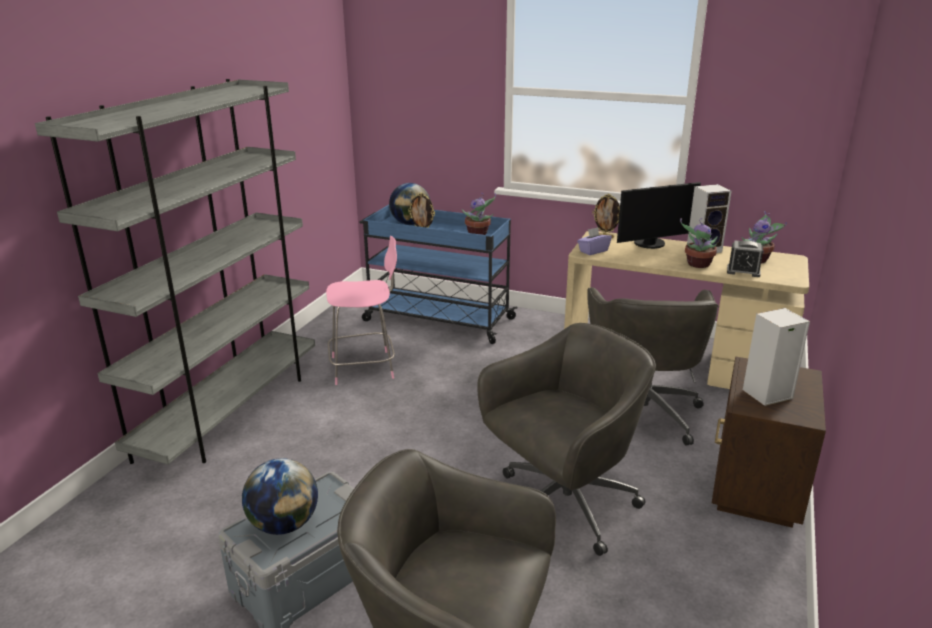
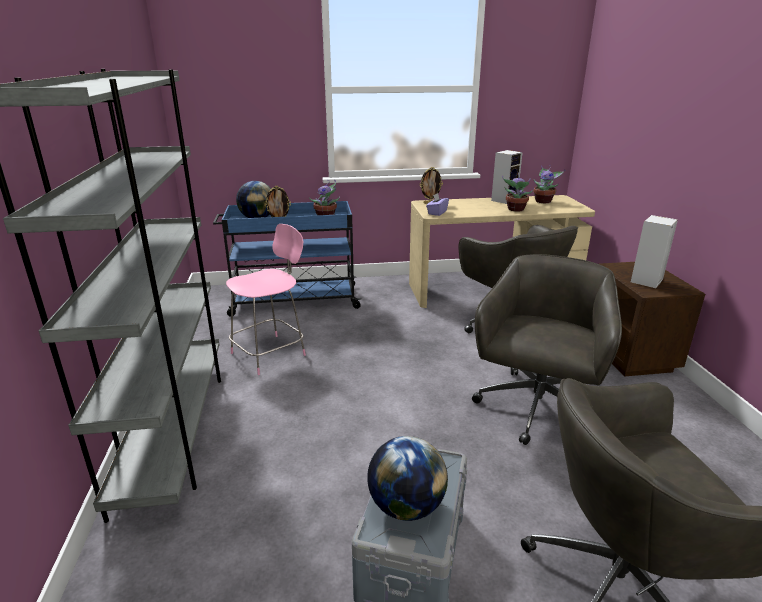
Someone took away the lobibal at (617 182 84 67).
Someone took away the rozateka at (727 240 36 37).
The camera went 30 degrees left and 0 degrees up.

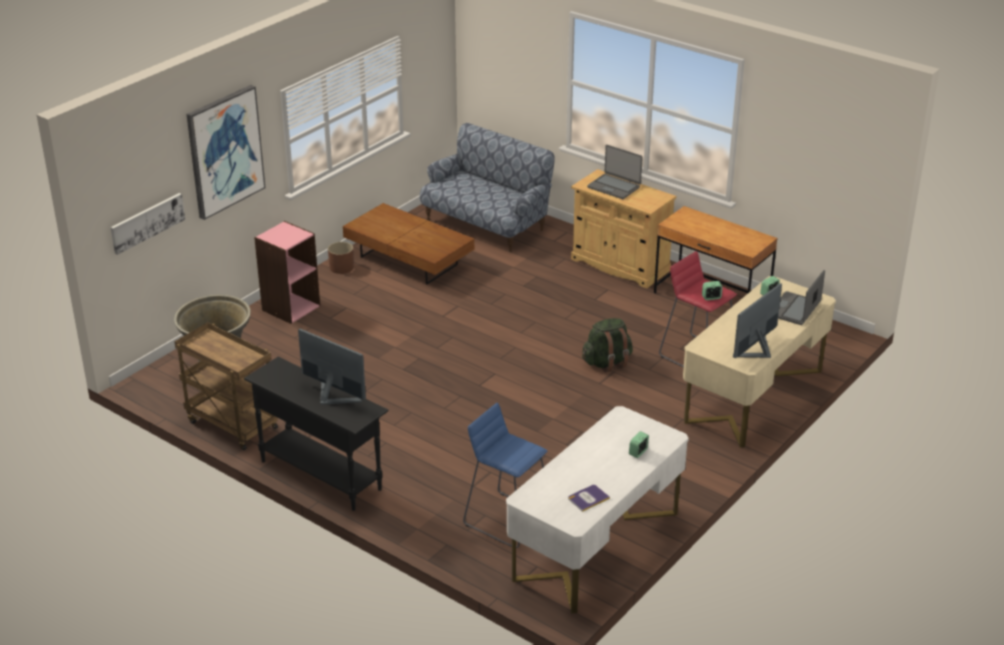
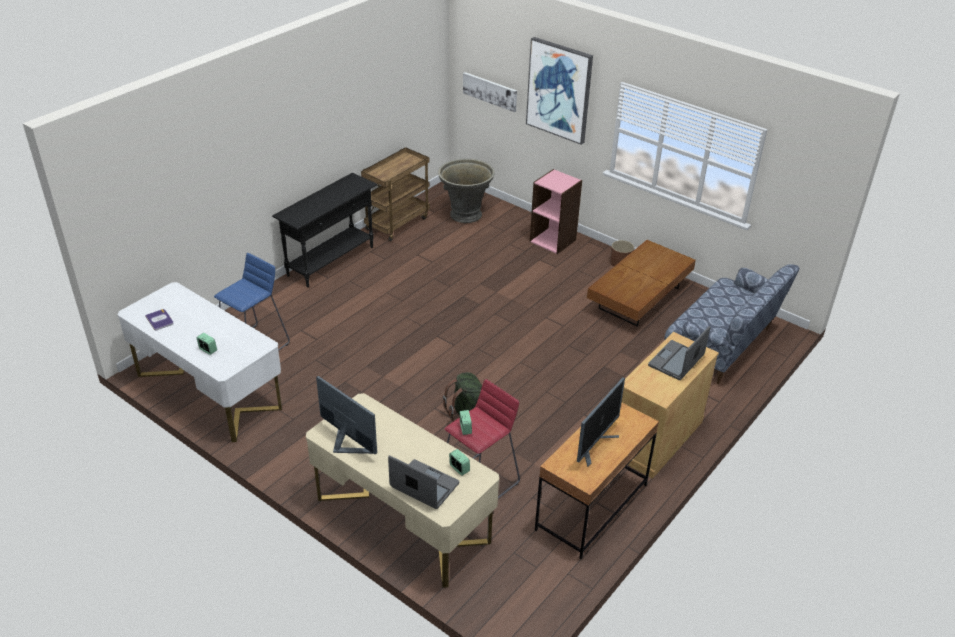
Someone carried the lobibal from (298 329 68 76) to (577 377 48 90).
The camera went 90 degrees right and 5 degrees up.

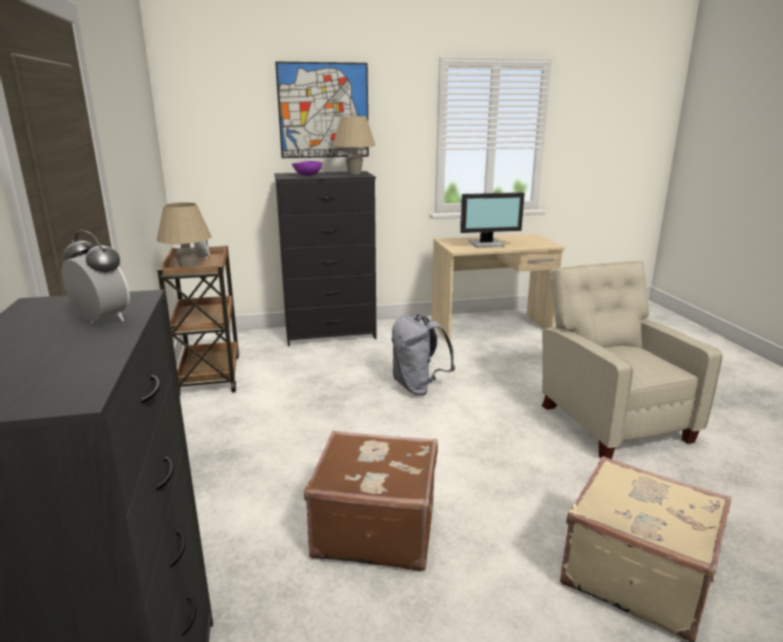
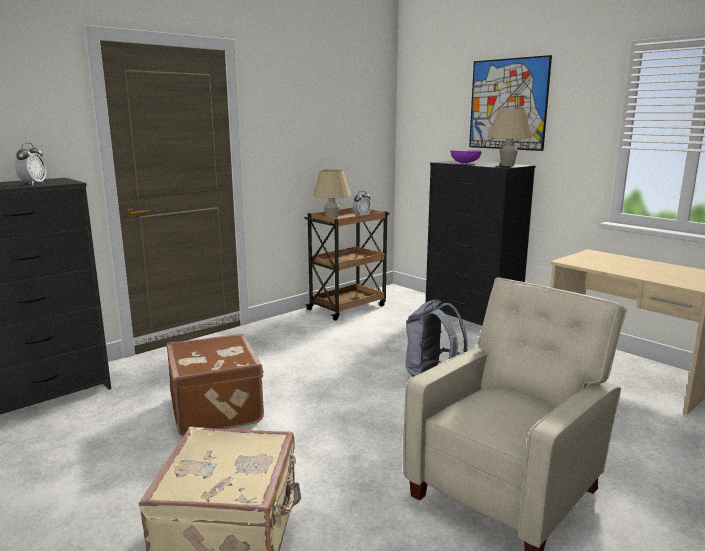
Someone took away the lobibal at (460 192 65 56).
The camera went 60 degrees right and 5 degrees down.

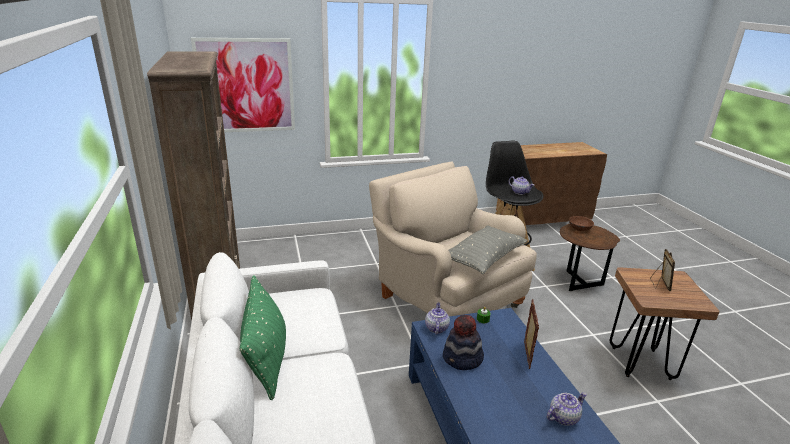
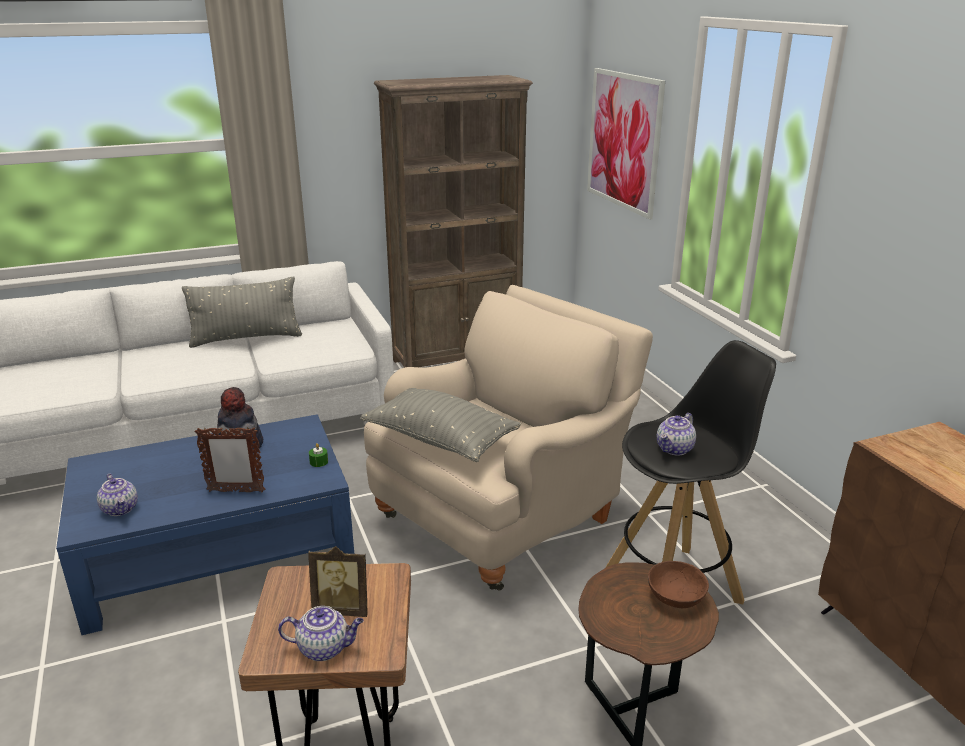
Someone repainted the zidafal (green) at (240 275 46 125), which became the zidafal (grey) at (182 277 120 71).
Someone carried the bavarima from (425 303 25 31) to (278 606 86 55).
The camera went 85 degrees right and 0 degrees up.

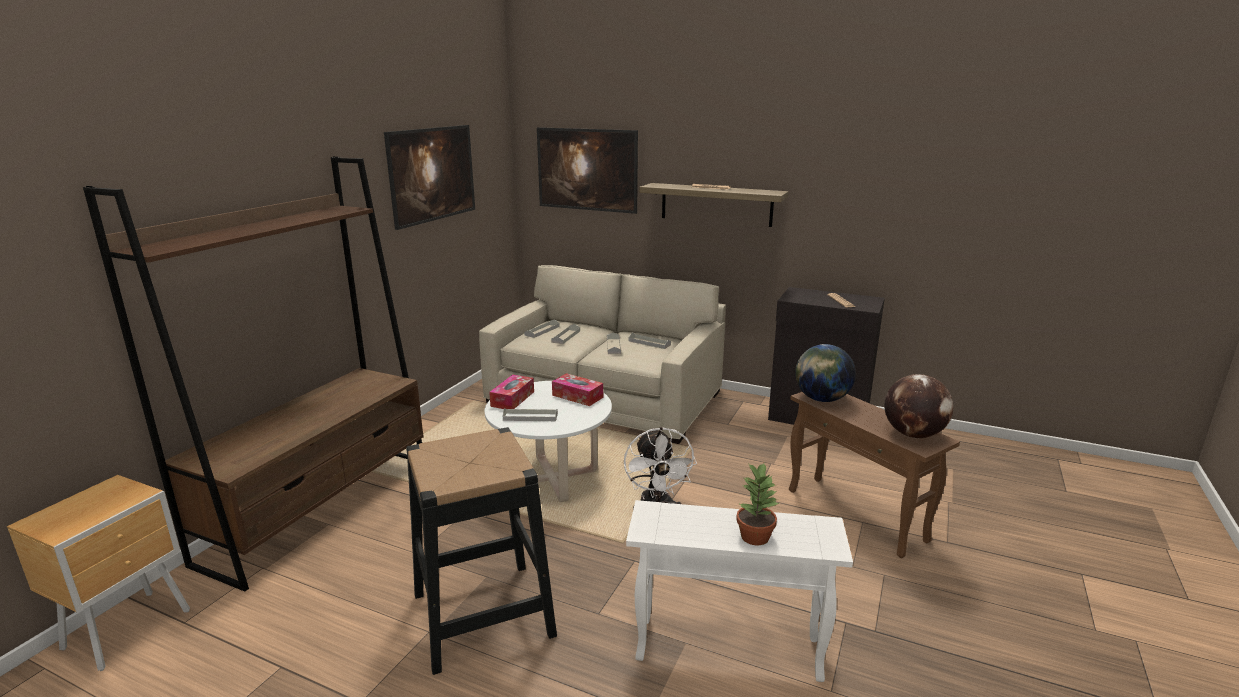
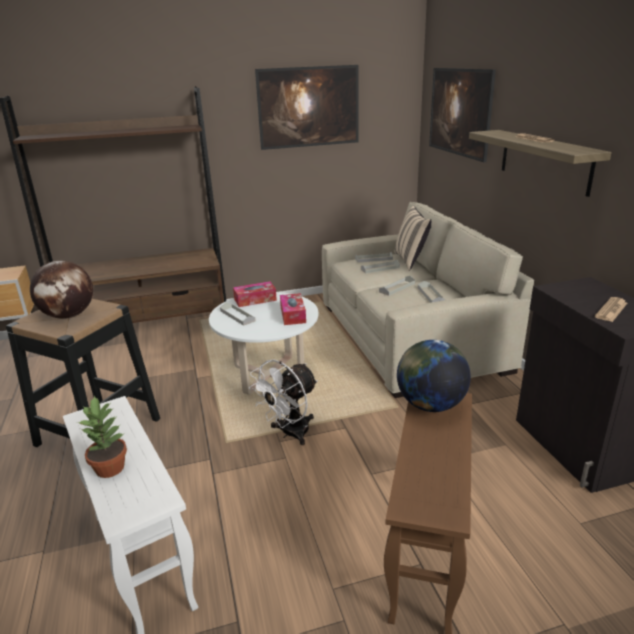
Someone carried the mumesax from (884 374 69 64) to (30 261 63 58).
Someone put down the zidafal (beige) at (394 206 37 65).
The camera went 50 degrees right and 5 degrees up.

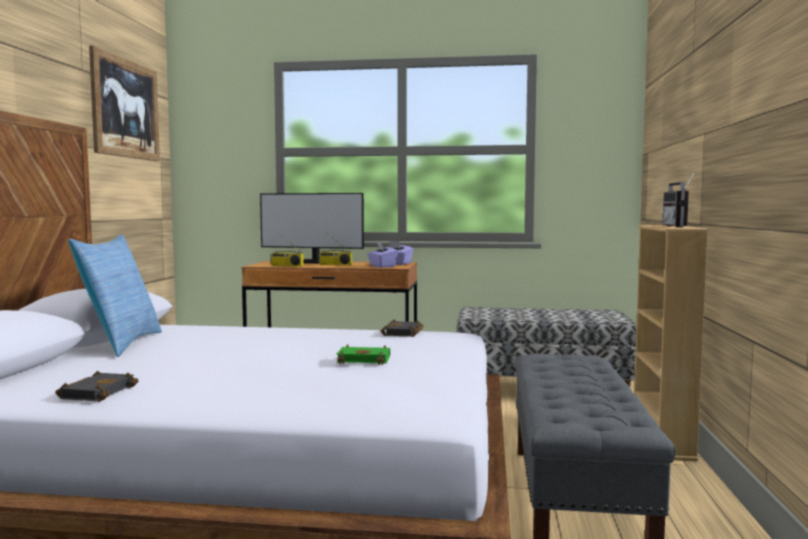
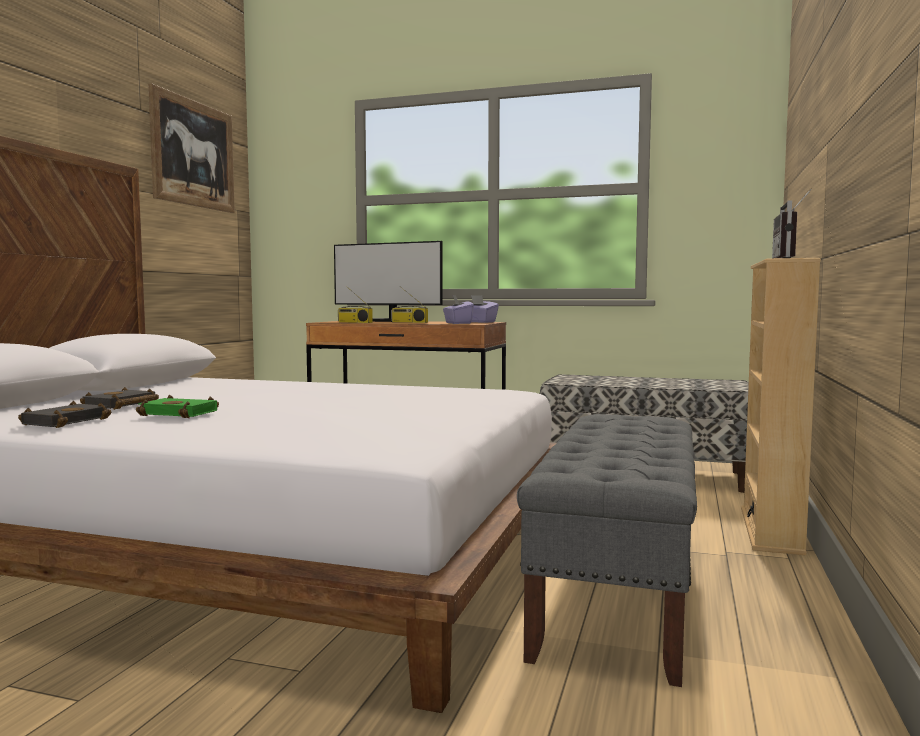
Someone took away the zidafal at (68 235 94 122).
Someone carried the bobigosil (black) from (380 320 43 17) to (80 387 79 23).
Someone carried the bobigosil (green) from (336 344 54 21) to (136 395 83 23).
The camera went 10 degrees right and 0 degrees up.

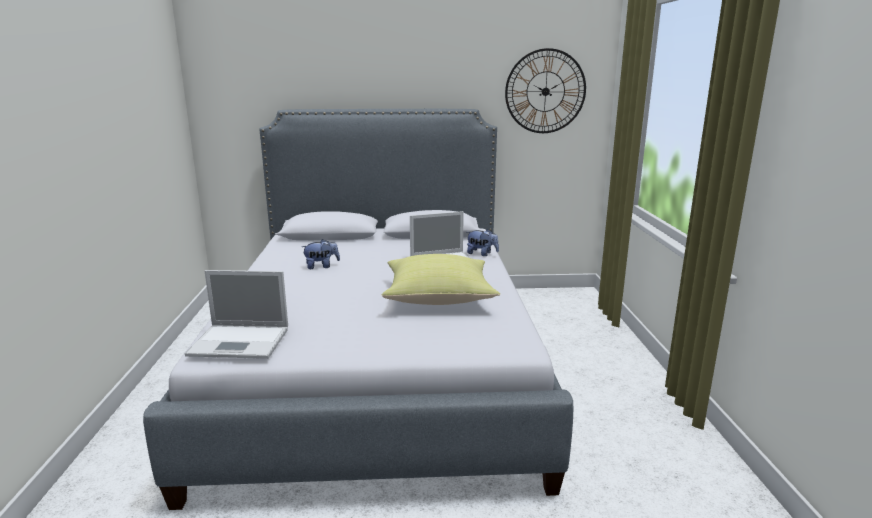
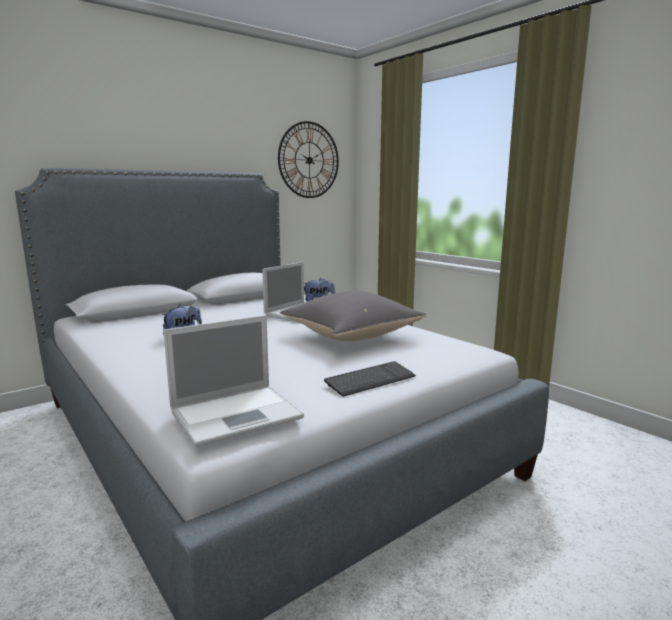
Someone repainted the zidafal (yellow) at (382 254 118 51), which became the zidafal (grey) at (280 291 147 50).
Someone put down the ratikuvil at (324 361 92 36).
The camera went 35 degrees left and 5 degrees down.

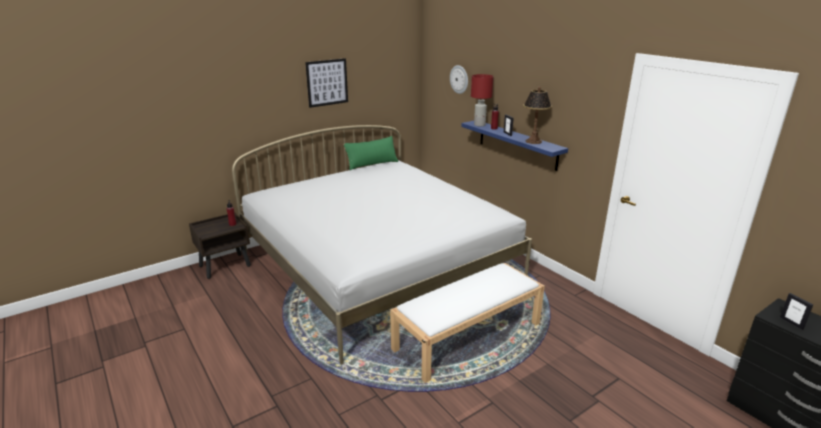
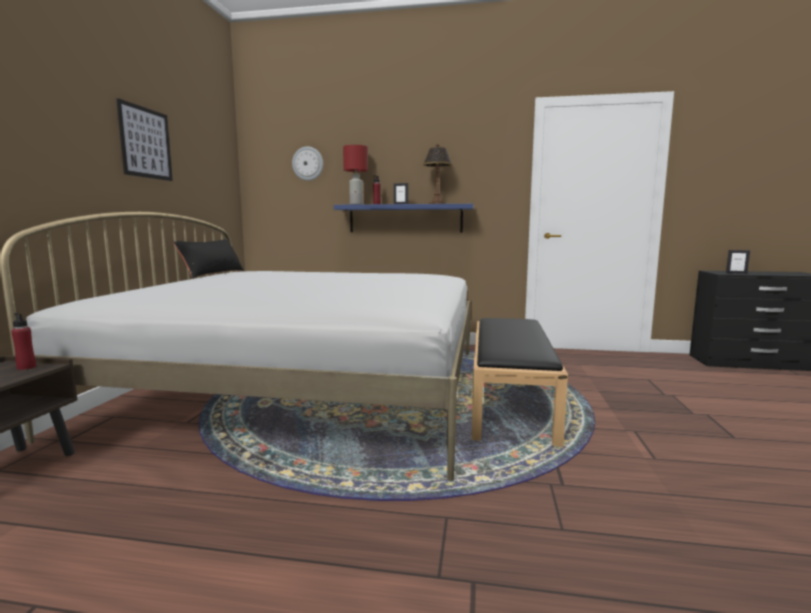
Someone repainted the zidafal (green) at (343 136 55 34), which became the zidafal (black) at (173 238 71 40).
Someone repainted the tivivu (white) at (390 263 155 120), which became the tivivu (black) at (471 318 97 129).
The camera went 45 degrees left and 15 degrees down.

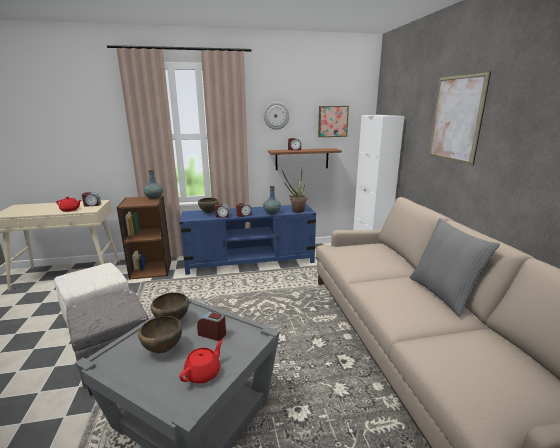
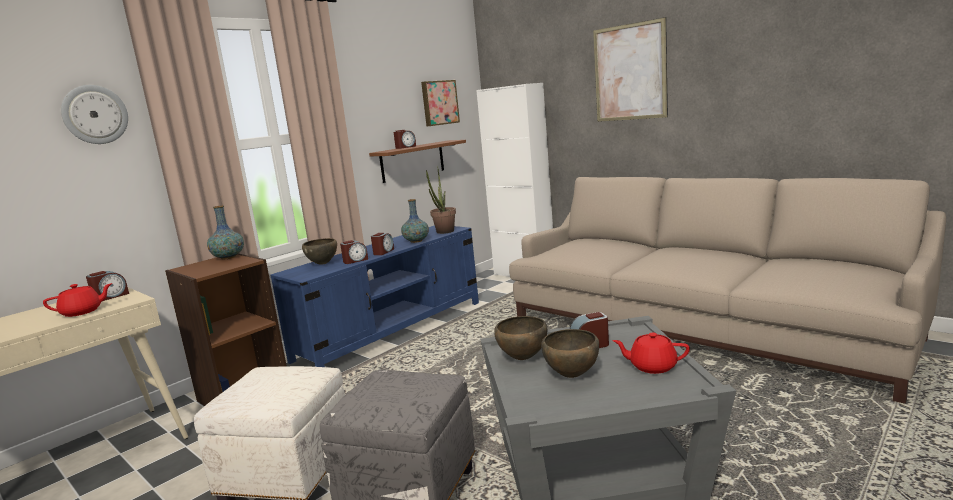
Someone carried the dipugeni from (264 102 25 28) to (61 85 67 59).
Someone took away the zidafal (grey) at (410 218 90 99).
Someone rotated the bavarima (red) at (179 340 44 44) by 75 degrees counterclockwise.
The camera went 35 degrees left and 5 degrees down.

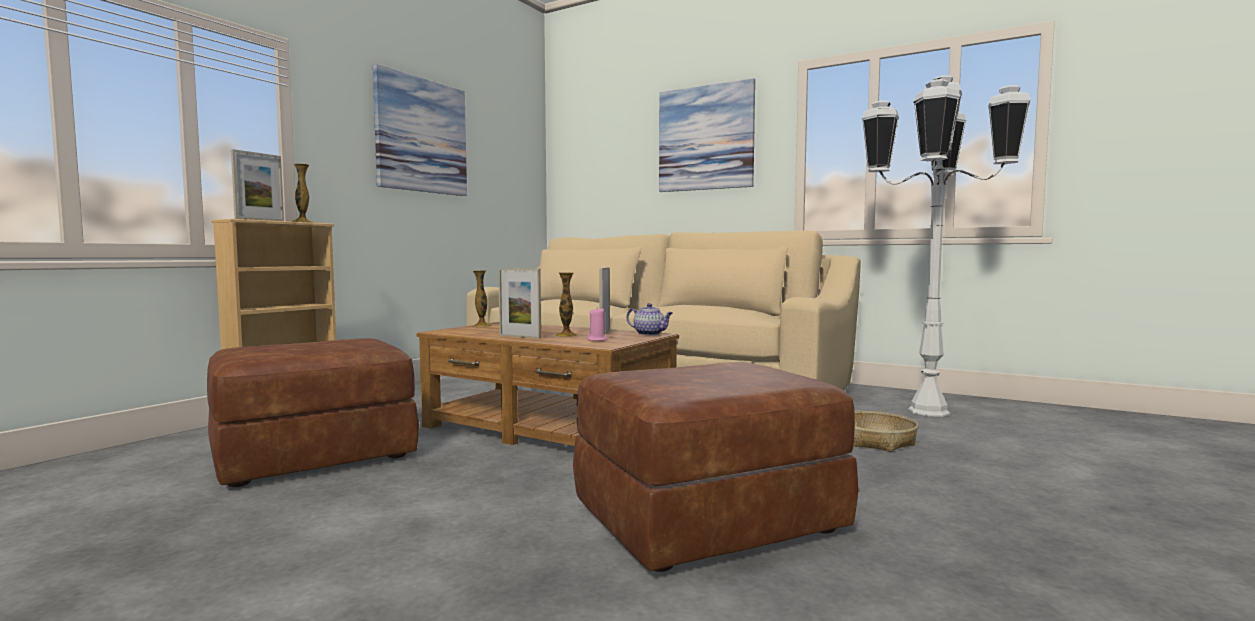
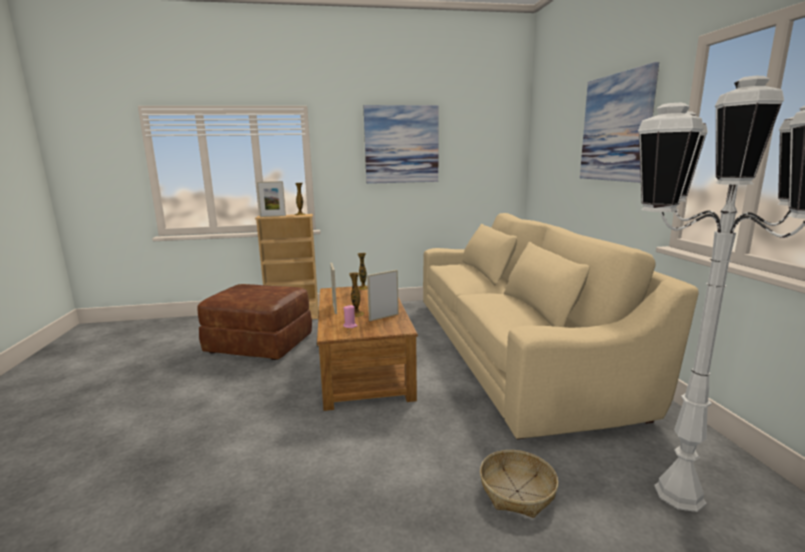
Someone took away the bavarima at (626 303 47 32).
Someone took away the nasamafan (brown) at (573 362 285 210).
The camera went 50 degrees right and 10 degrees up.

